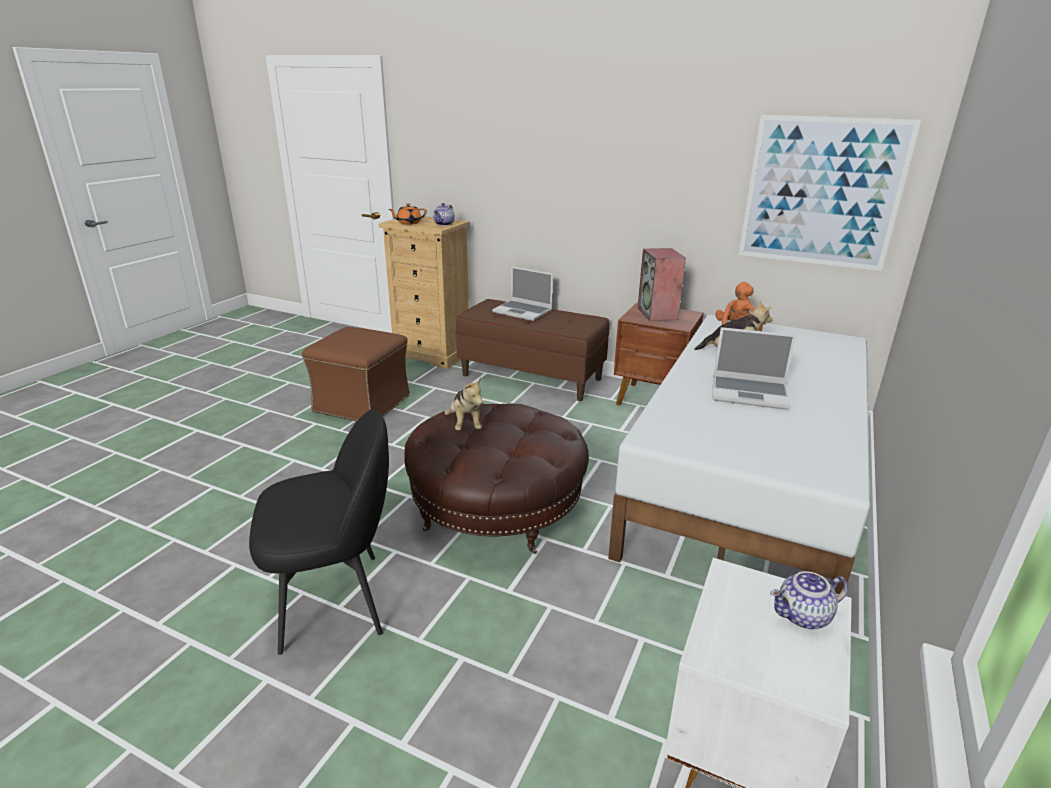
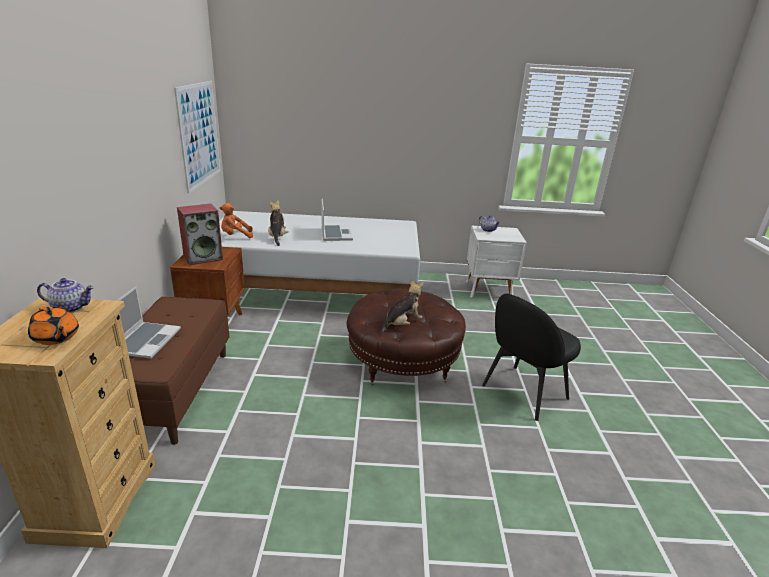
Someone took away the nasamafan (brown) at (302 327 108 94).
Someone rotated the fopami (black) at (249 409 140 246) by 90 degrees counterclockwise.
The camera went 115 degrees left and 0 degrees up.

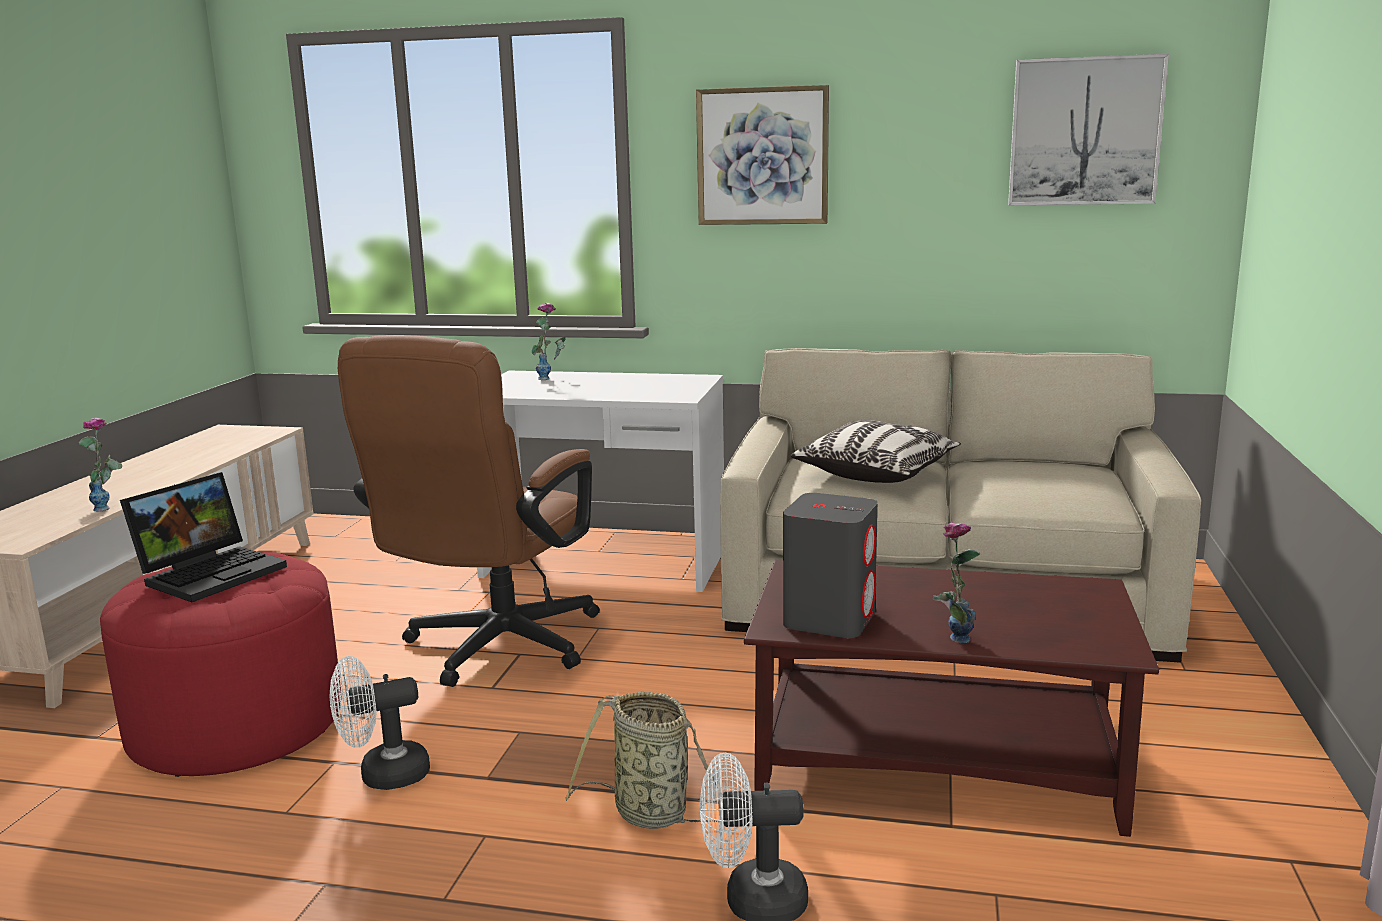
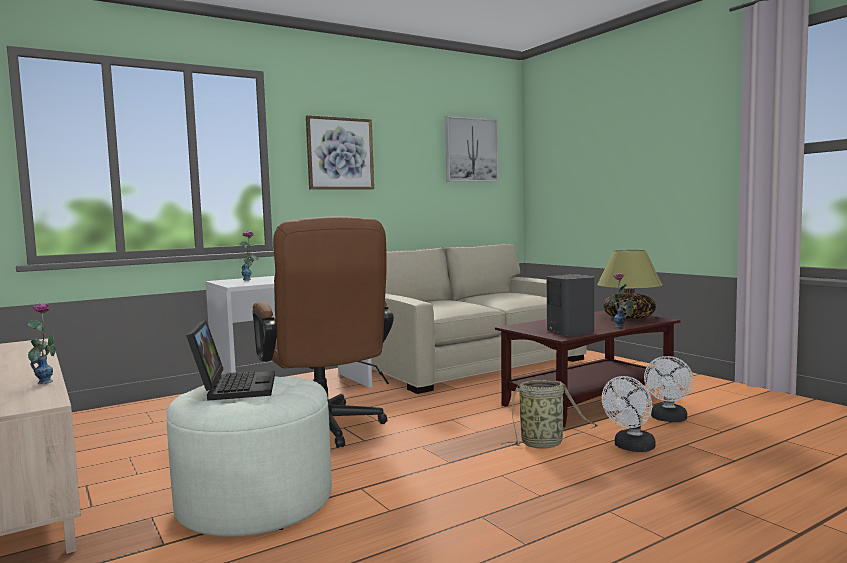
Someone took away the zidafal at (791 420 170 63).
Someone repainted the nasamafan (red) at (100 552 242 225), which became the nasamafan (white) at (166 376 166 161).
Someone carried the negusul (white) from (330 656 100 134) to (644 356 50 66).
Someone put down the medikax at (597 250 65 69).
The camera went 45 degrees left and 10 degrees down.

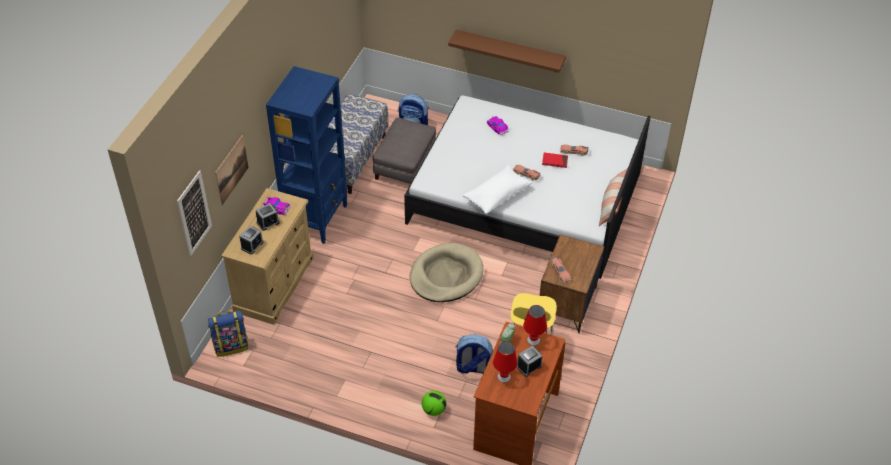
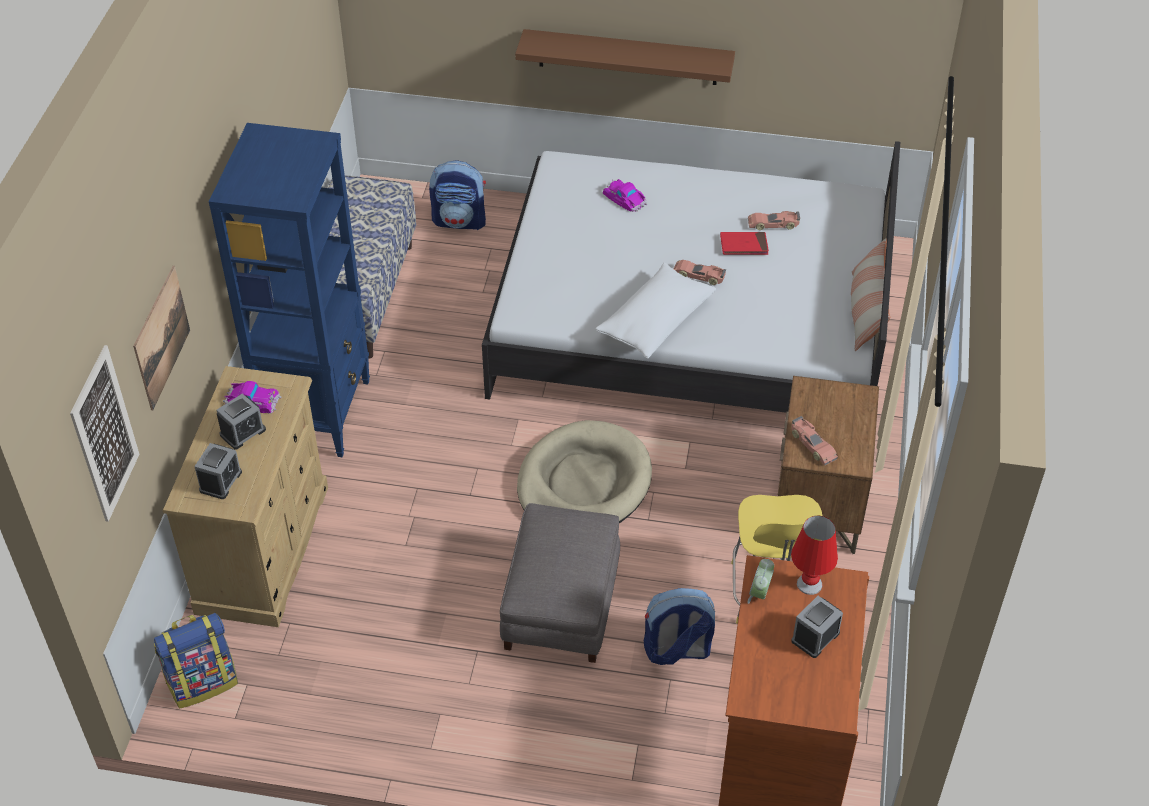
Someone carried the nasamafan (grey) from (373 117 63 67) to (500 503 120 160).
Someone took away the medikax (red) at (493 342 24 41).
Someone took away the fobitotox at (422 391 24 25).
The camera went 10 degrees left and 0 degrees up.

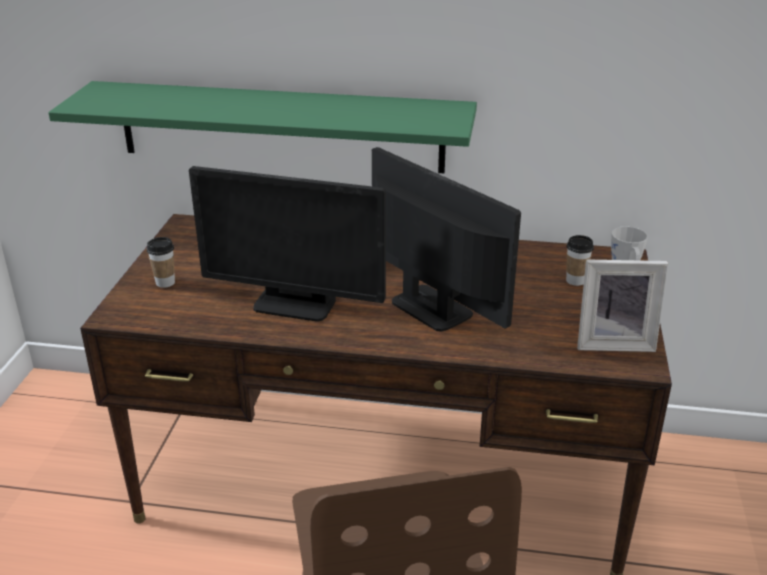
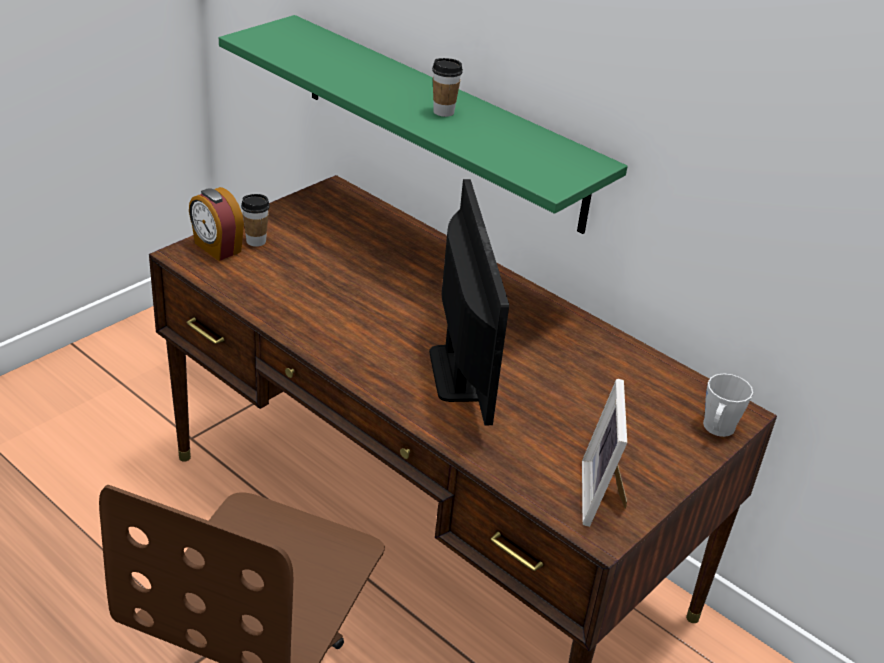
Someone took away the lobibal at (189 166 197 156).
Someone carried the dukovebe from (566 235 28 51) to (432 58 31 59).
Someone rotated the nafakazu at (577 259 91 93) by 60 degrees clockwise.
Someone put down the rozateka at (189 187 55 74).
The camera went 30 degrees right and 5 degrees up.

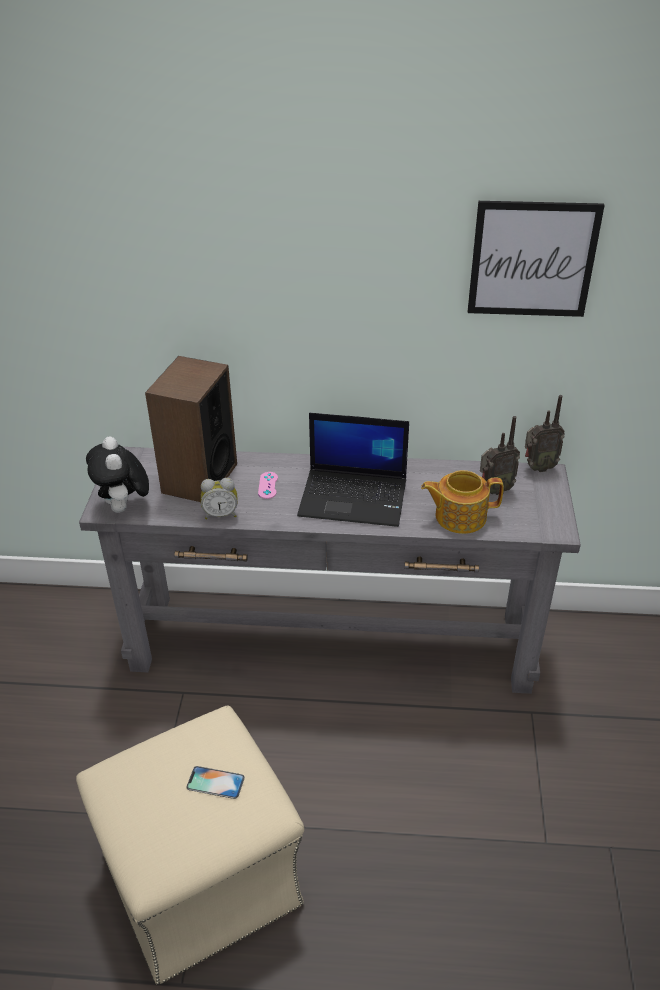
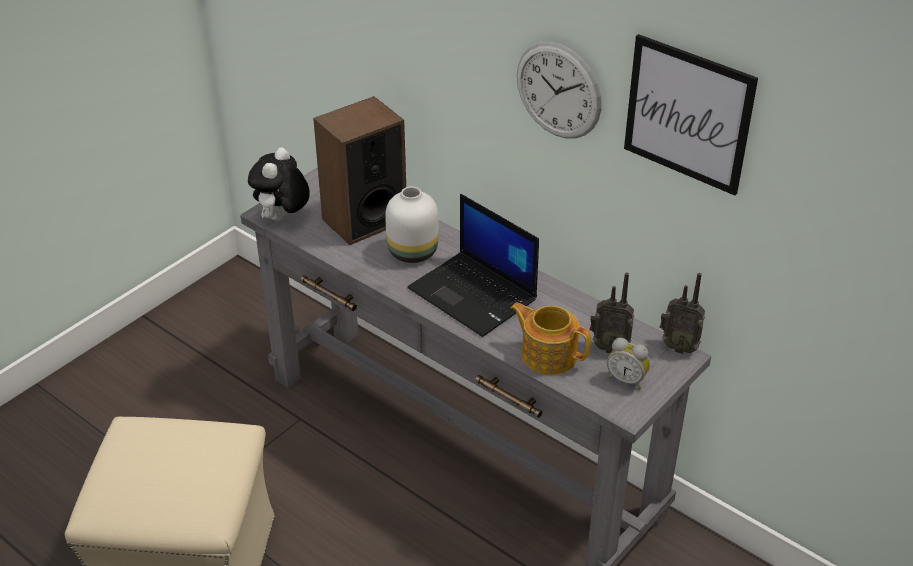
Someone swapped the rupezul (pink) at (258 472 20 27) for the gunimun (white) at (385 186 54 77).
Someone carried the rozateka from (201 478 36 42) to (607 338 43 52).
Someone took away the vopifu at (186 766 59 33).
Someone put up the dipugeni at (517 42 85 97).
The camera went 35 degrees right and 0 degrees up.

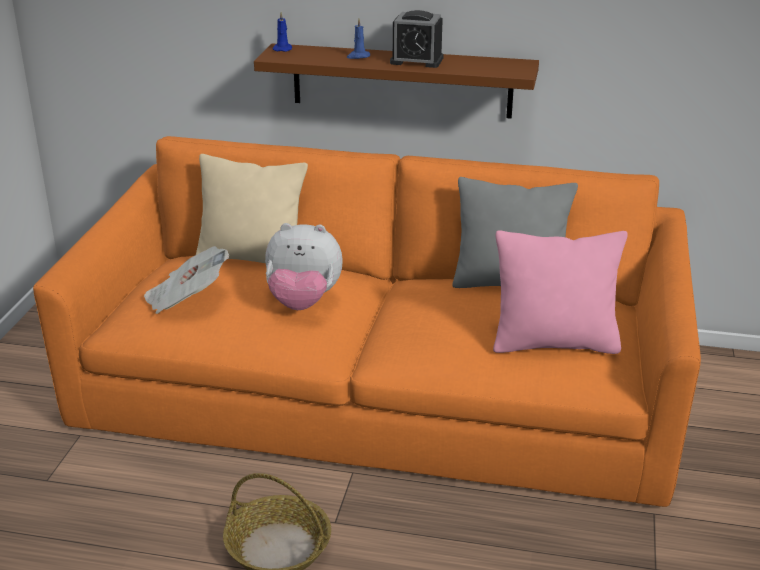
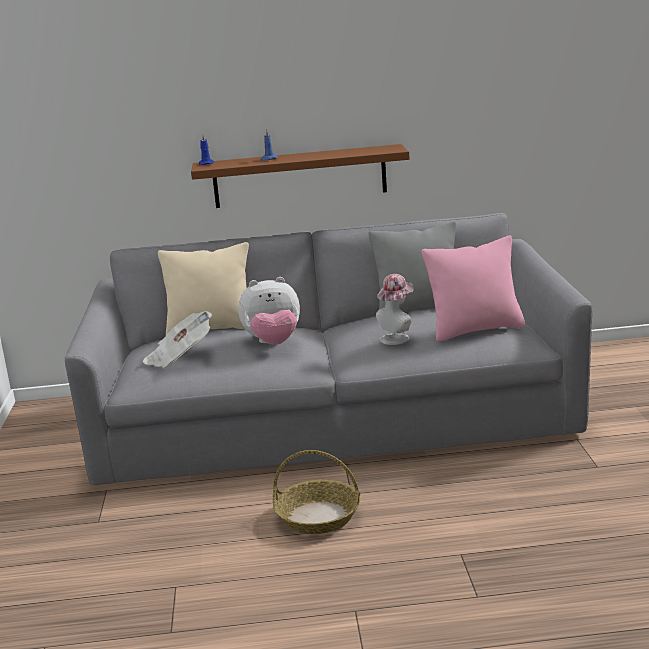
Someone took away the rozateka at (390 10 54 58).
Someone repainted the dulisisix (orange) at (33 136 668 371), which became the dulisisix (grey) at (65 213 527 272).
Someone put down the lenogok at (376 274 38 71).
The camera went 15 degrees left and 10 degrees down.

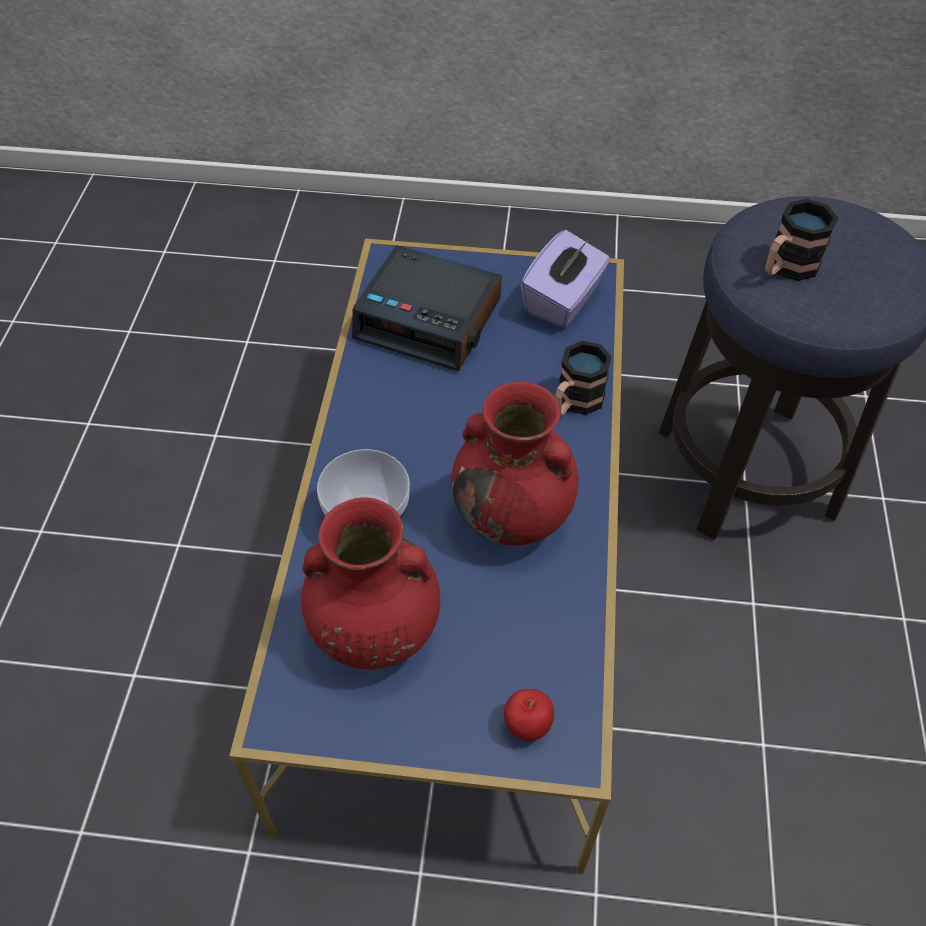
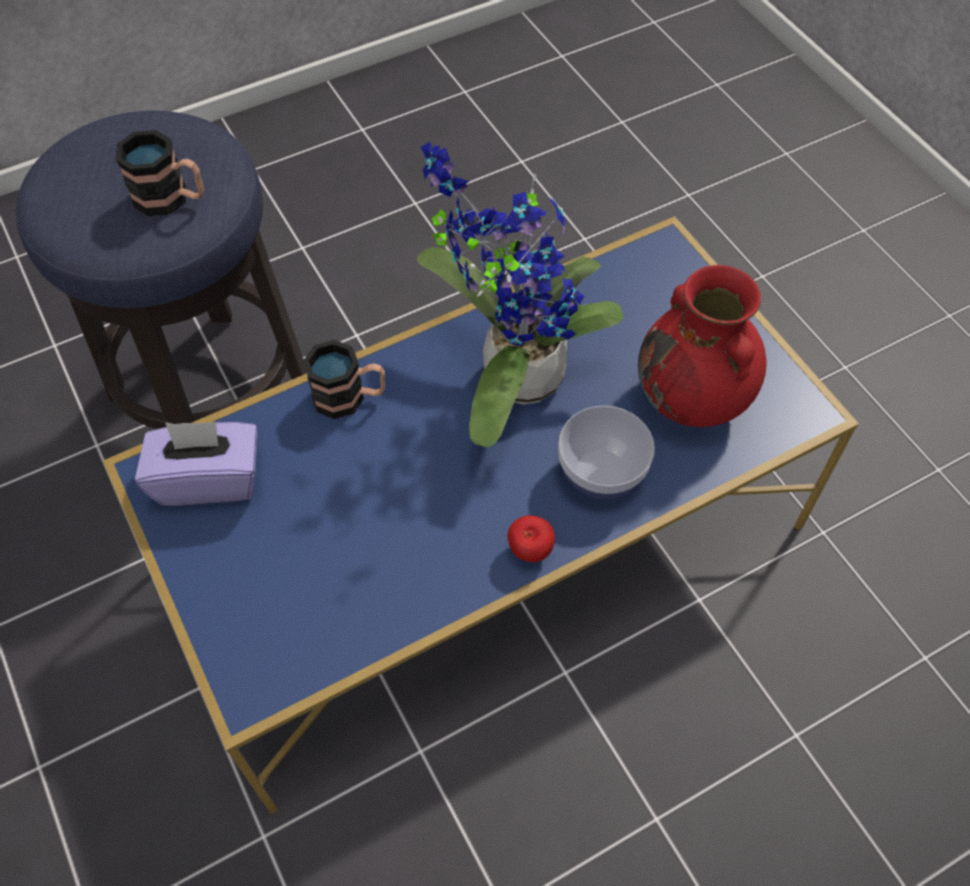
Someone took away the rozateka at (352 245 150 126).
Someone swapped the gunimun (red) at (451 381 128 164) for the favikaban at (417 142 206 305).
Someone carried the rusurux from (504 689 50 52) to (508 515 47 47).
The camera went 125 degrees left and 5 degrees up.

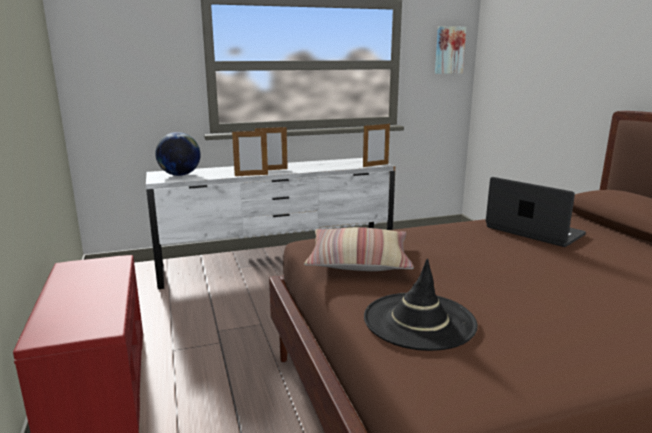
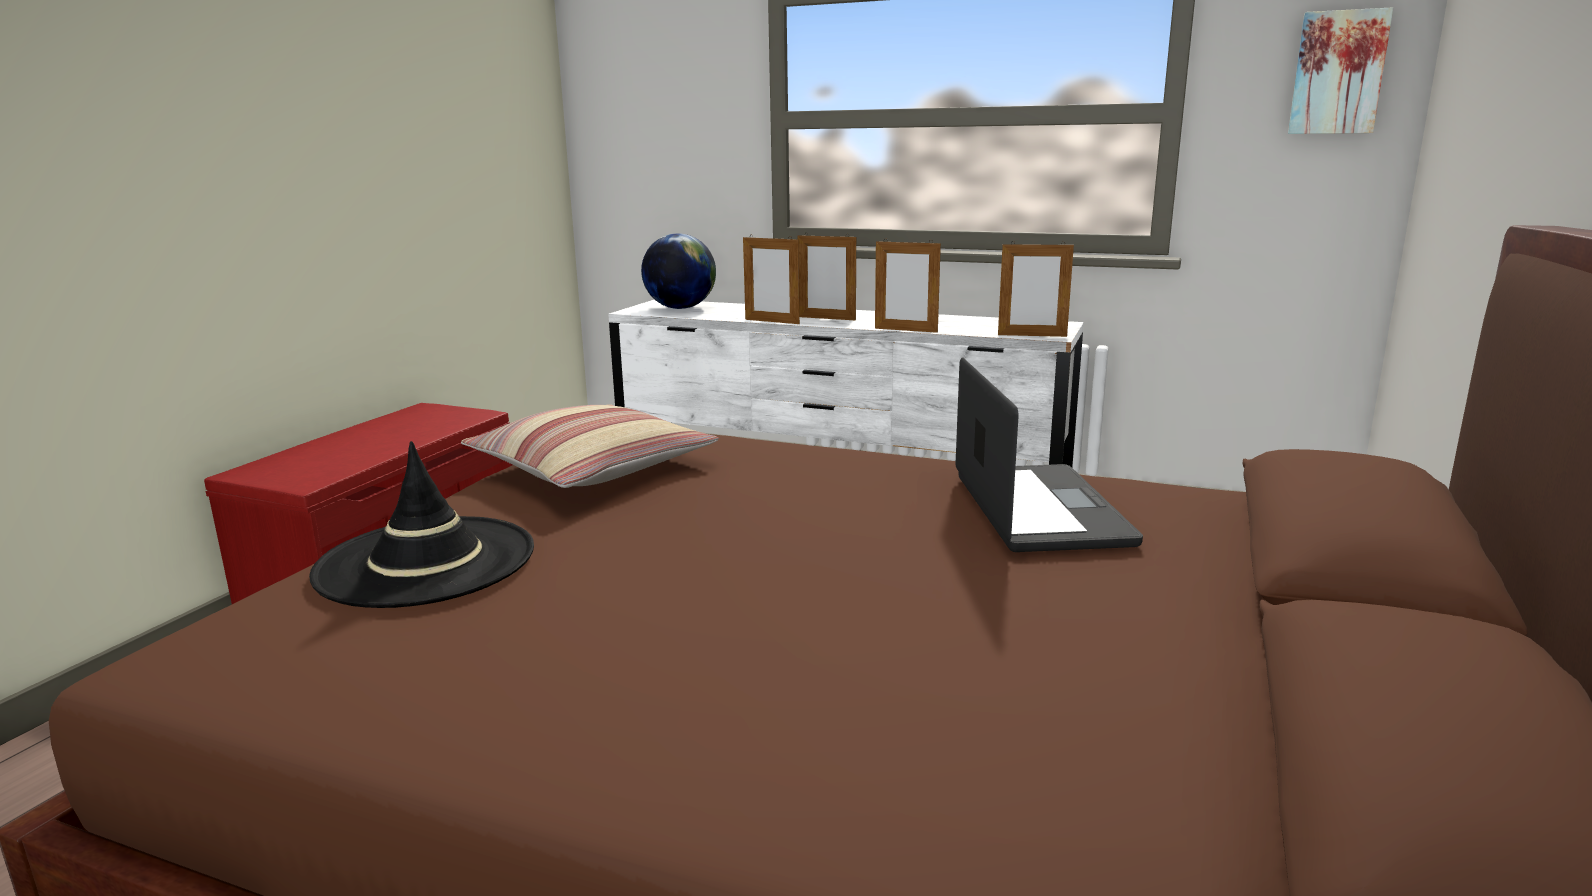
Someone put down the nafakazu at (875 241 66 92).
The camera went 40 degrees right and 0 degrees up.

